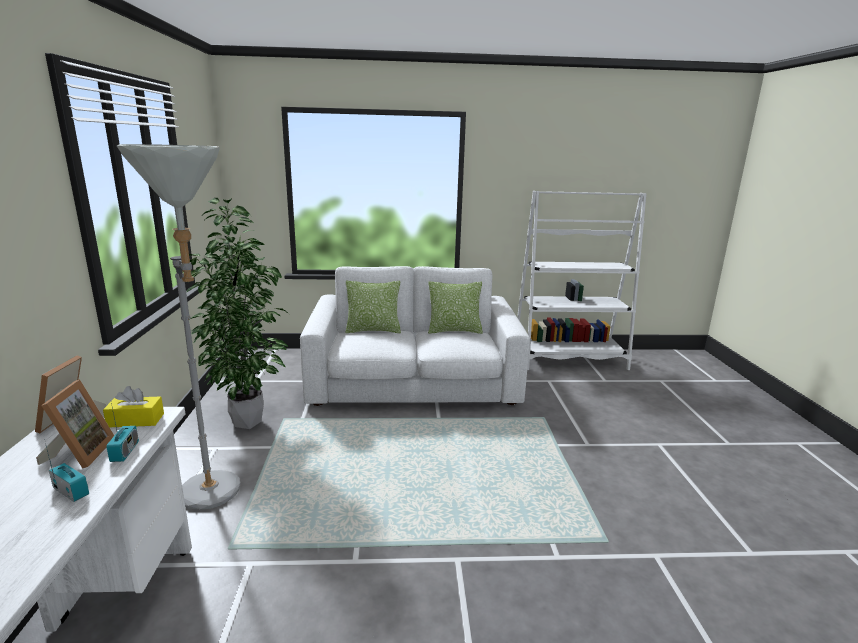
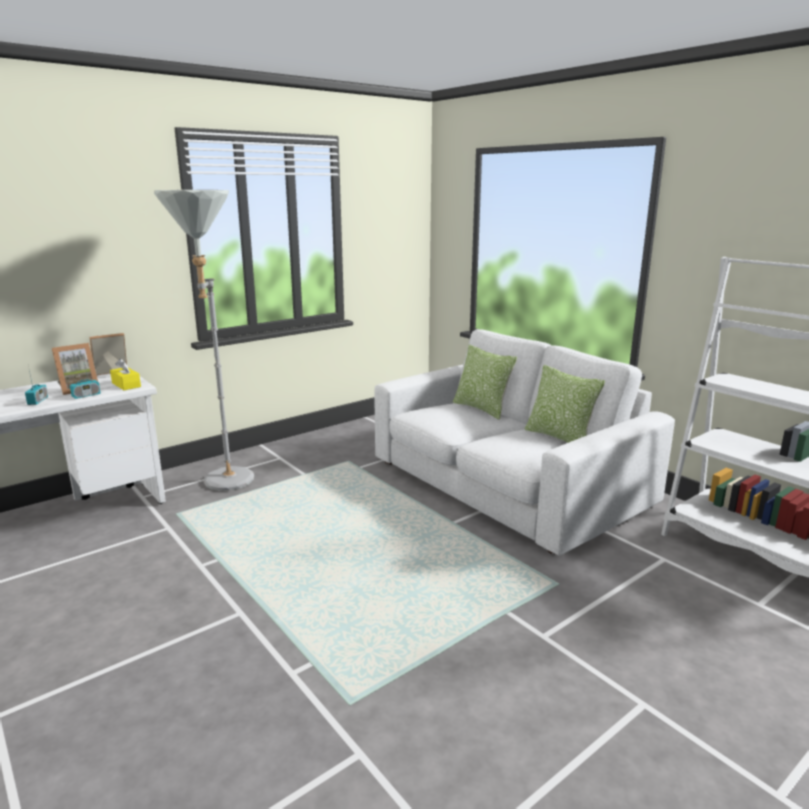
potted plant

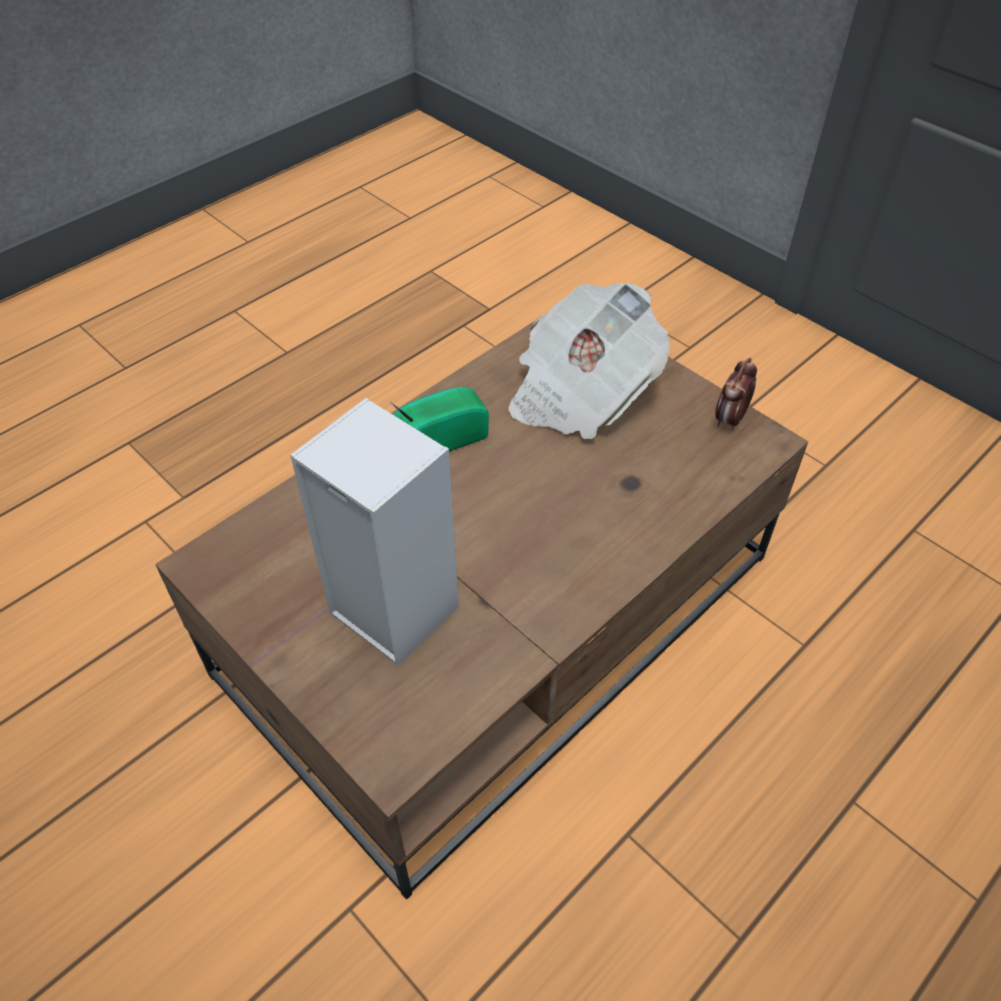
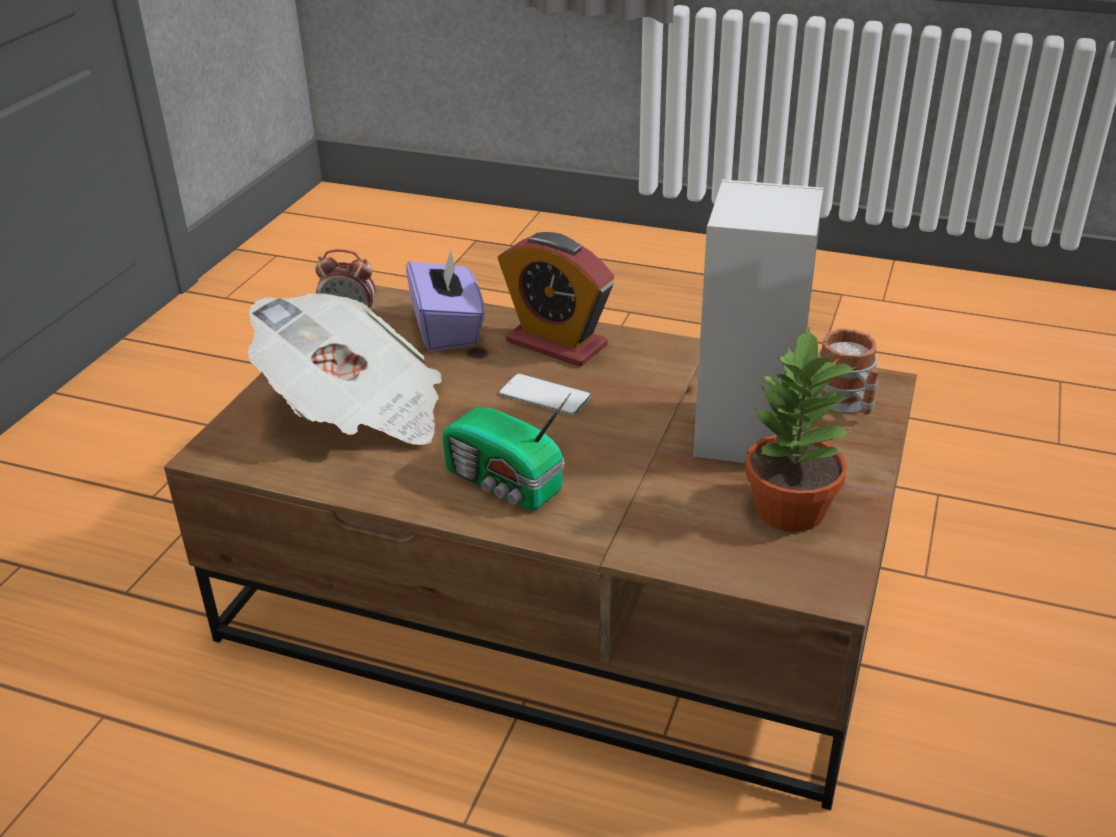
tissue box/purple-coloured
table clock (no. 2 from left)
phone
potted plant
coffee mug

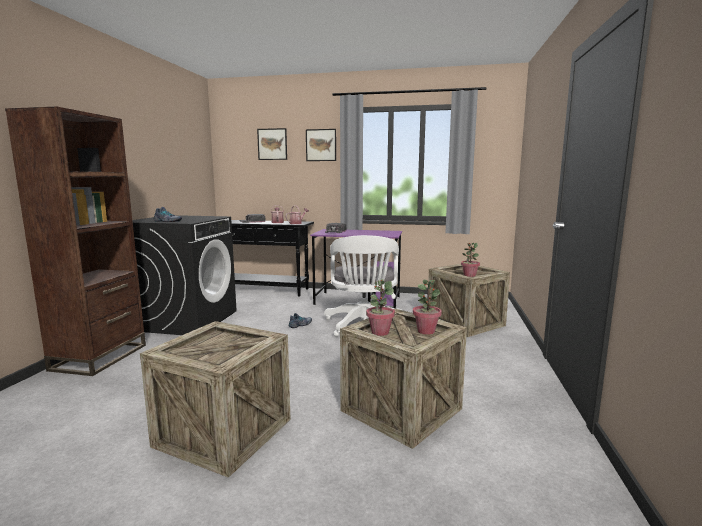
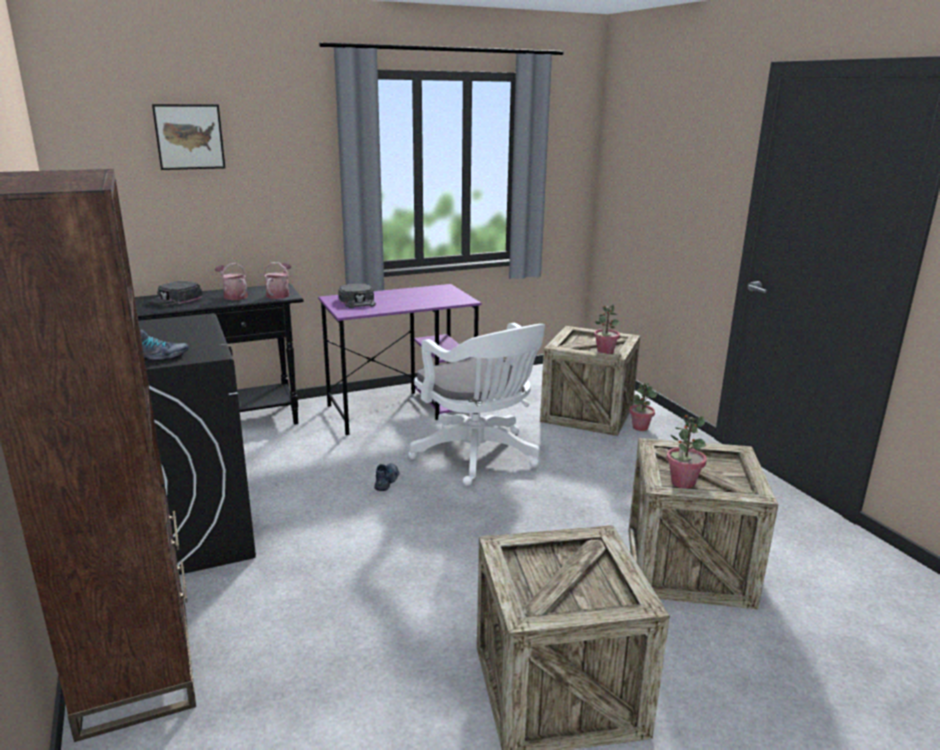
wall art (no. 2 from left in the first image)
potted plant (no. 2 from left)

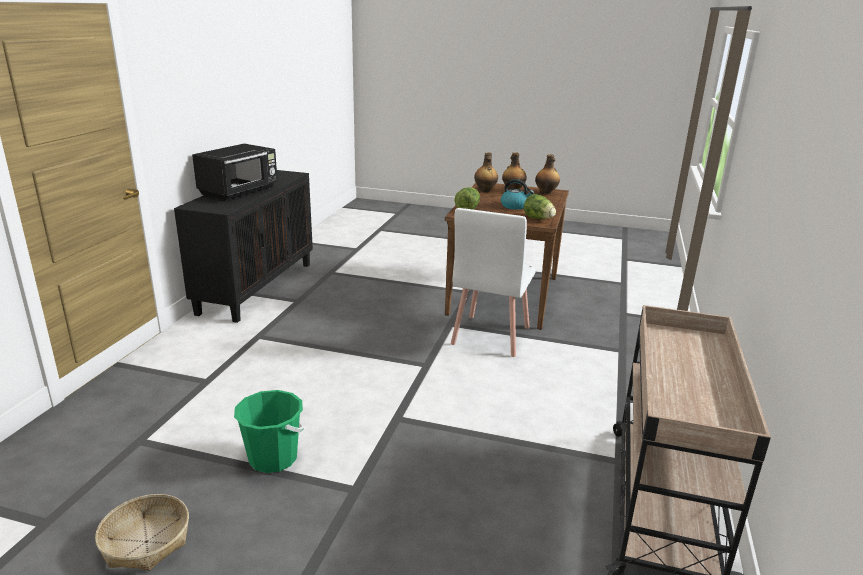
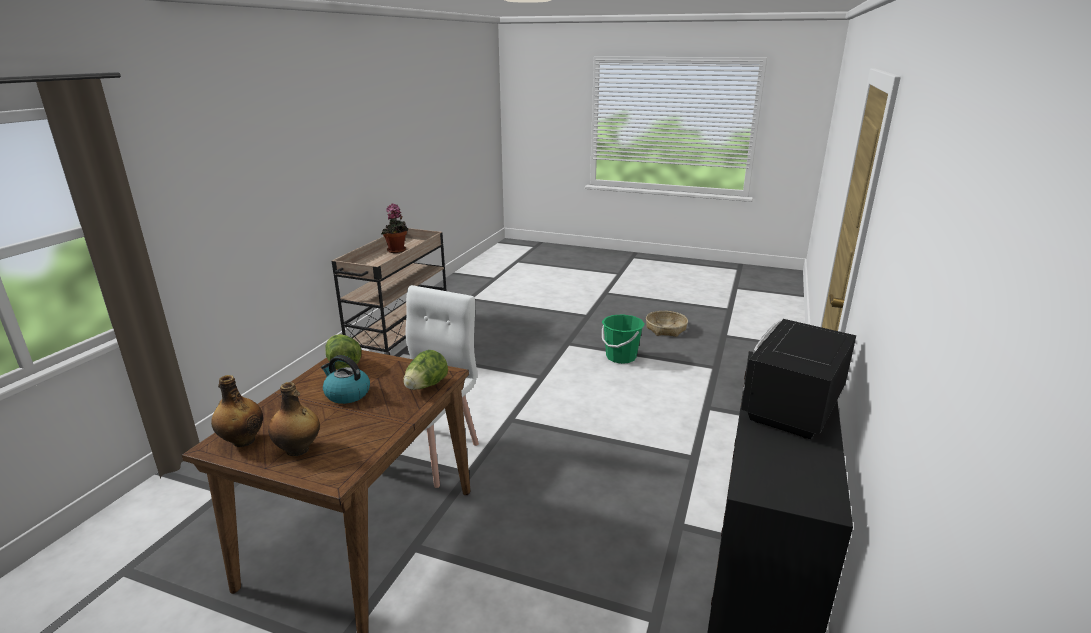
beverage bottle (no. 1 from left in the first image)
potted plant

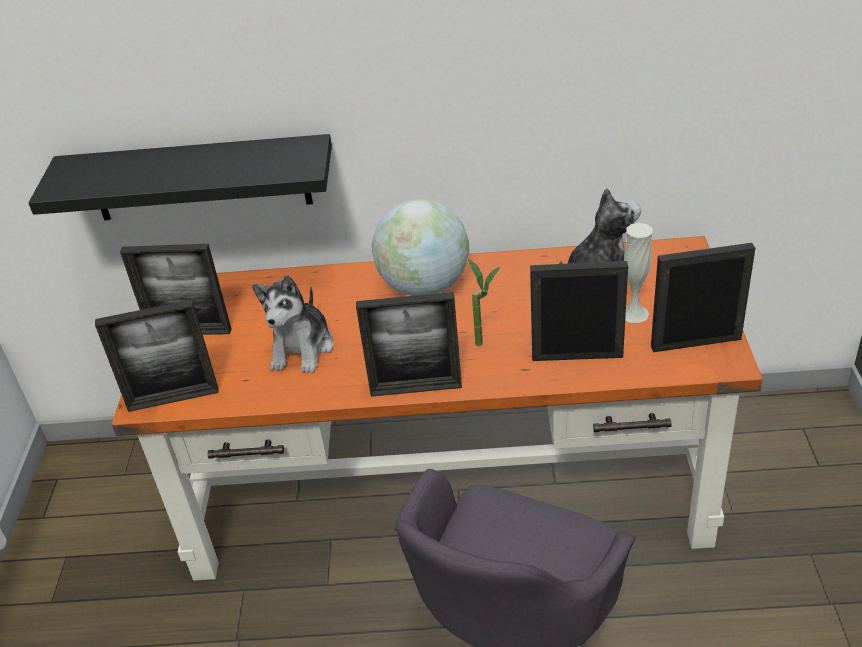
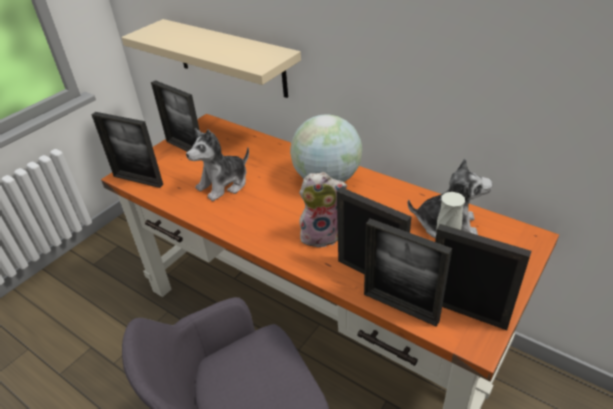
picture frame (no. 4 from left)
plush toy (no. 2 from left)
shelf/beige

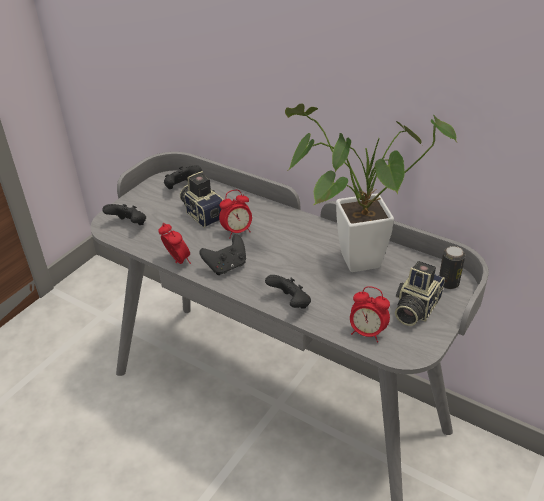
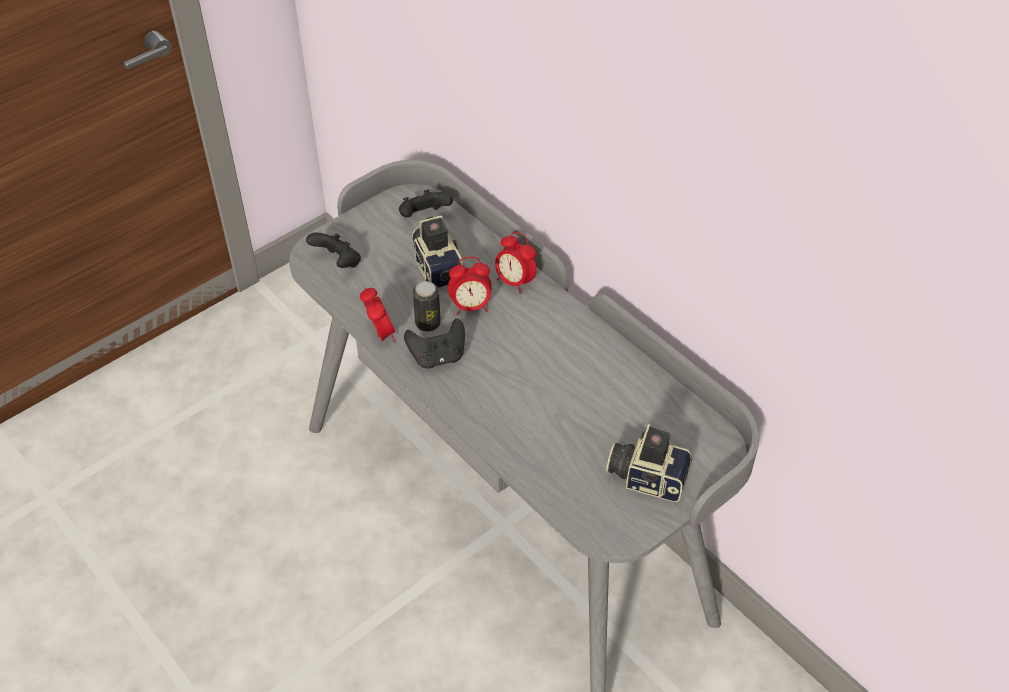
game controller/black-coloured (no. 4 from left in the first image)
potted plant
table clock (no. 3 from left)
can
still camera (no. 2 from left)

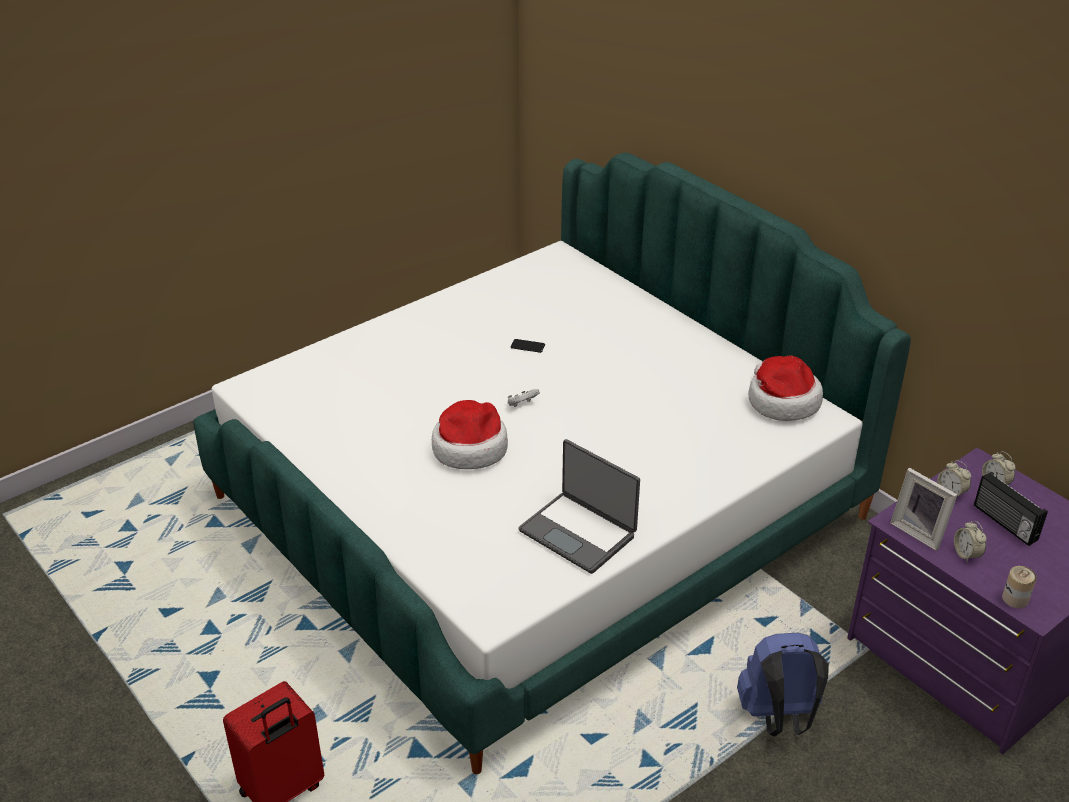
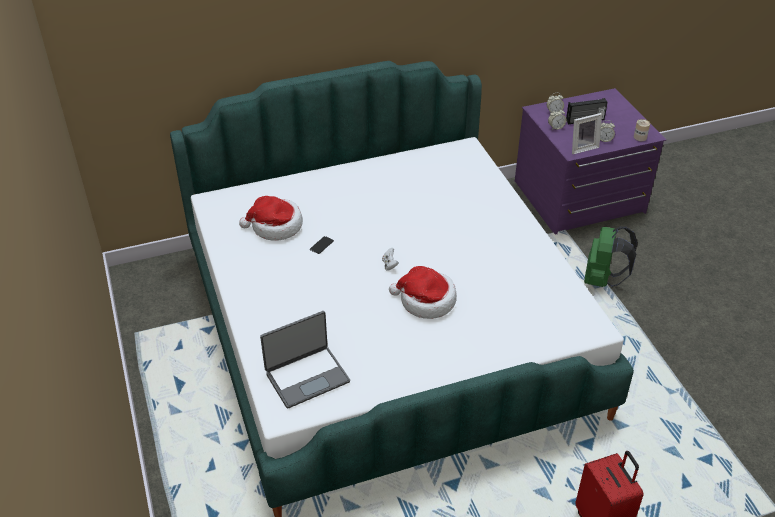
portable computer
clothing hat (no. 1 from left)
rucksack/greenish

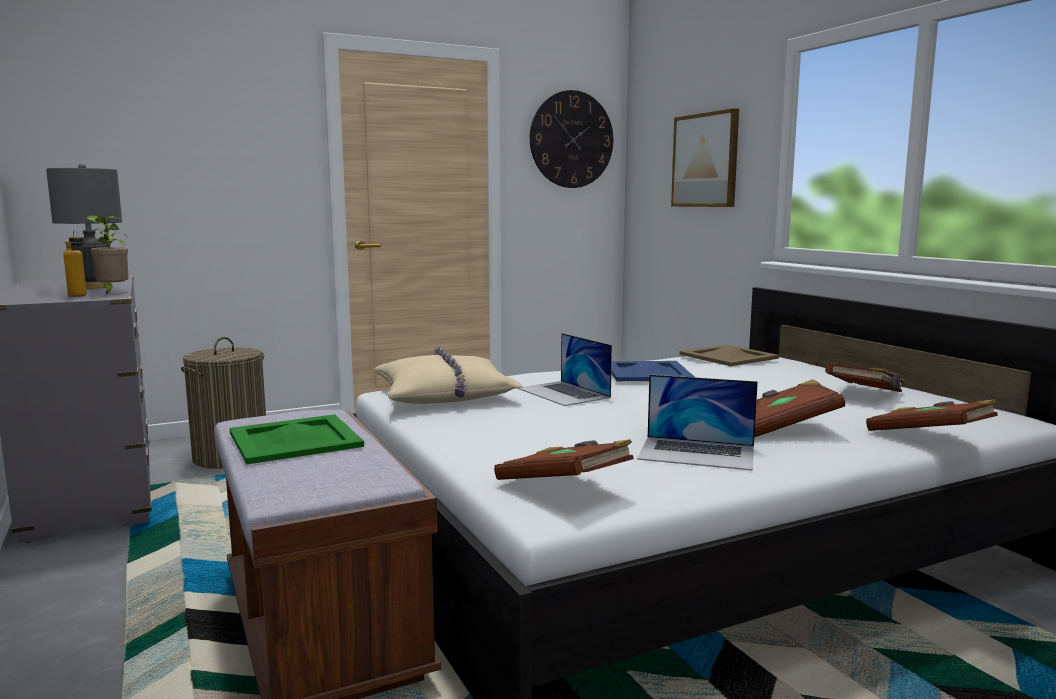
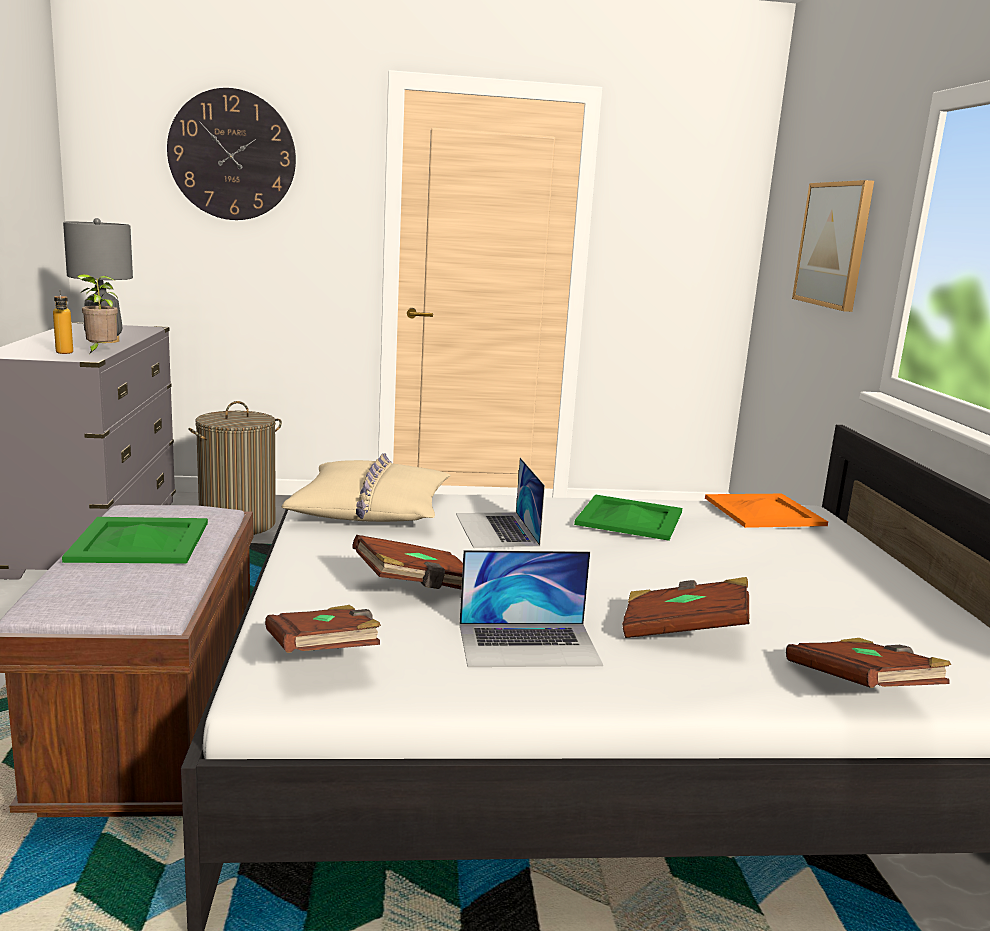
hanging clock
bound book/brown-coloured (no. 2 from left)
serving tray/greenish (no. 2 from left)
serving tray/orange
portable computer (no. 2 from left)

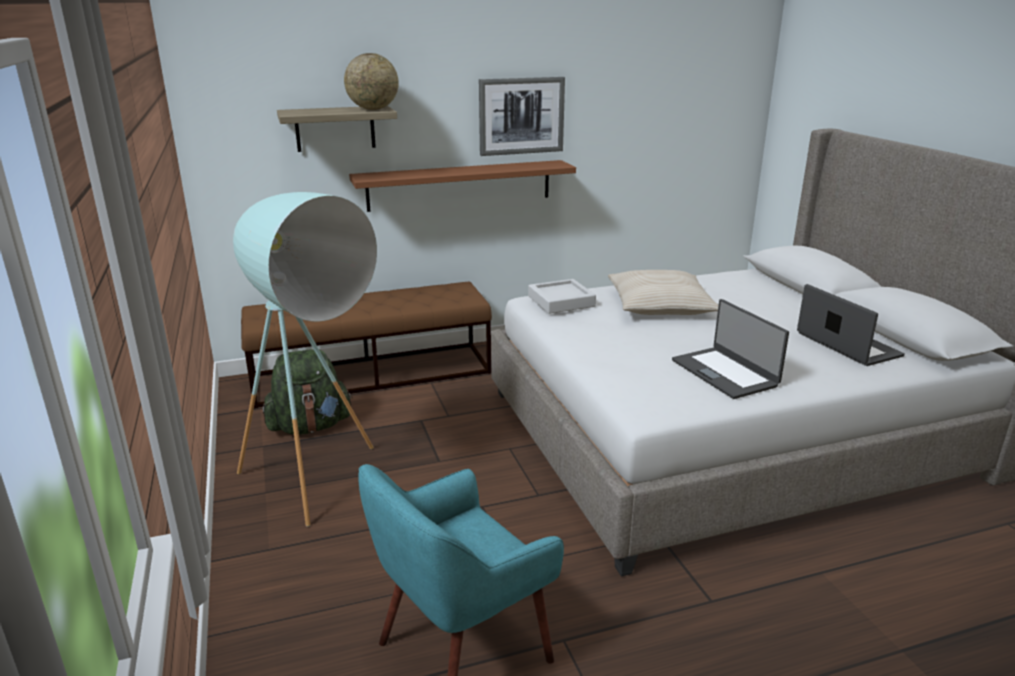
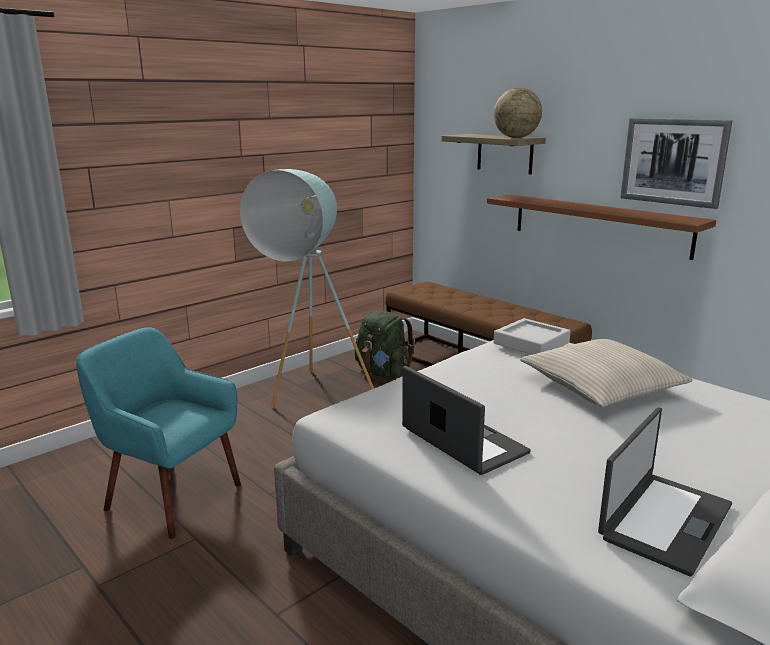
portable computer (no. 1 from left)

